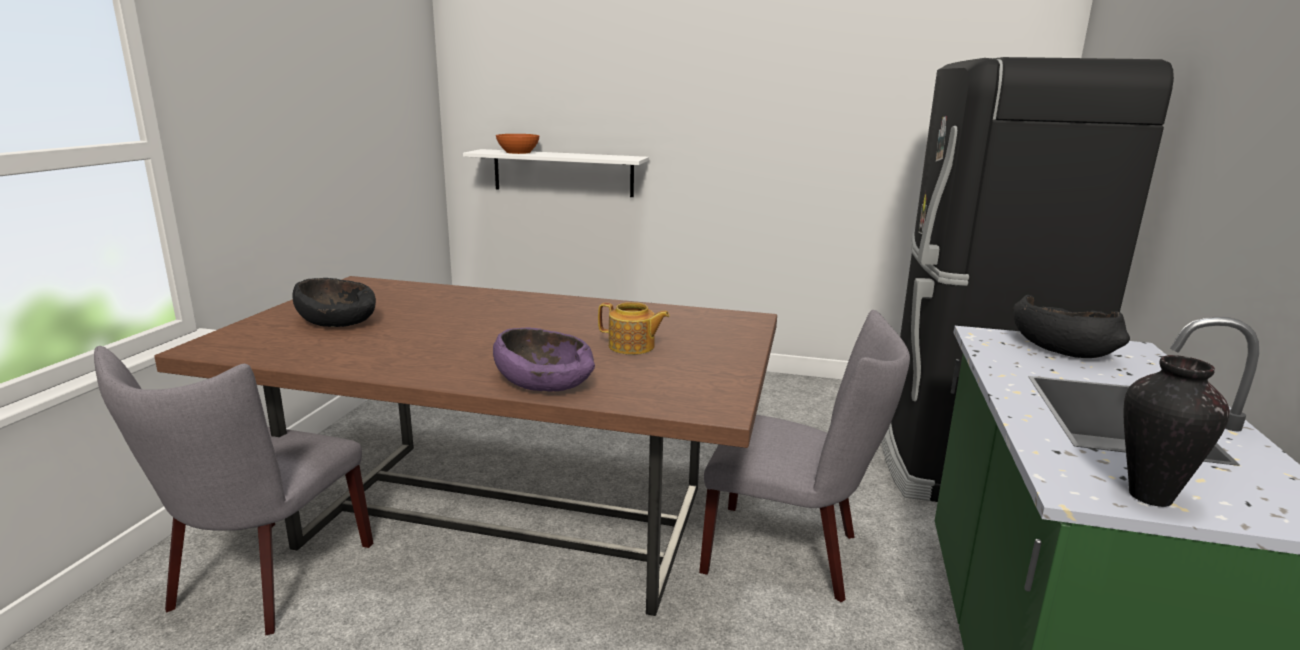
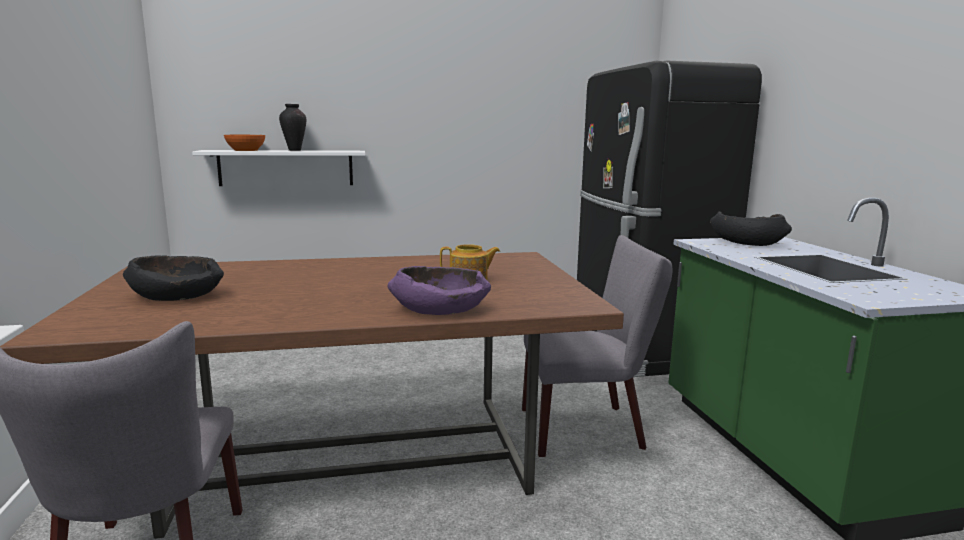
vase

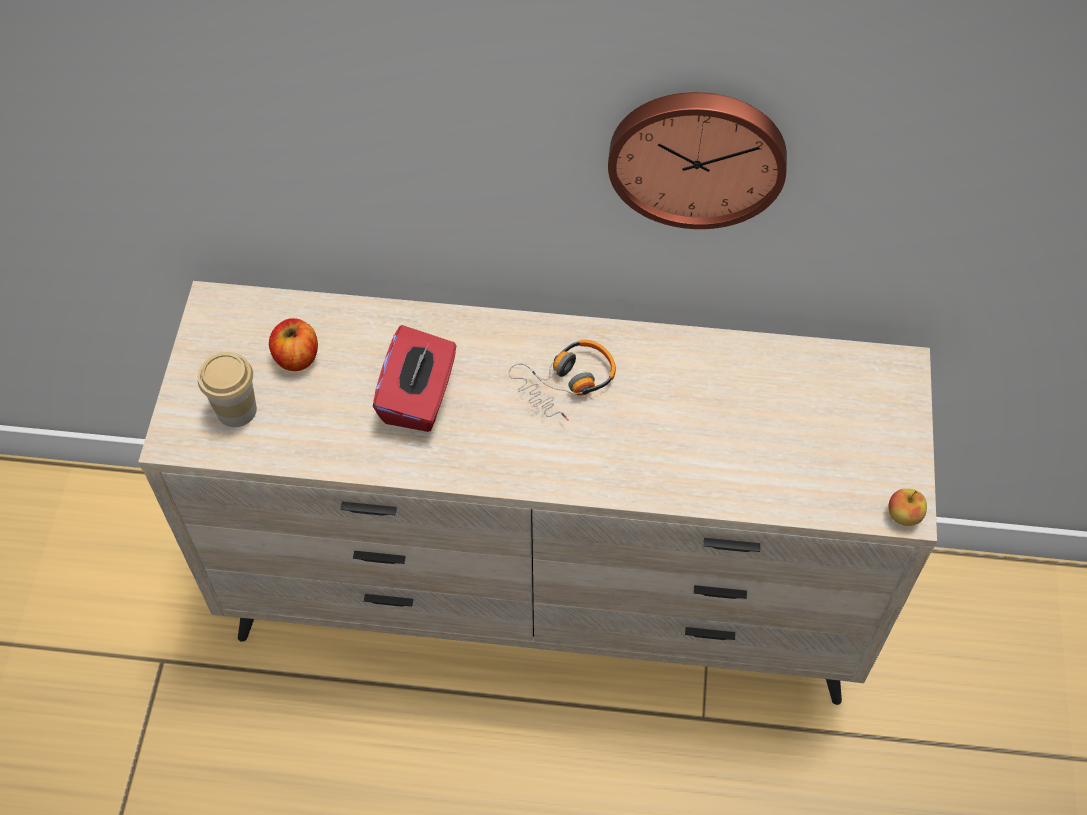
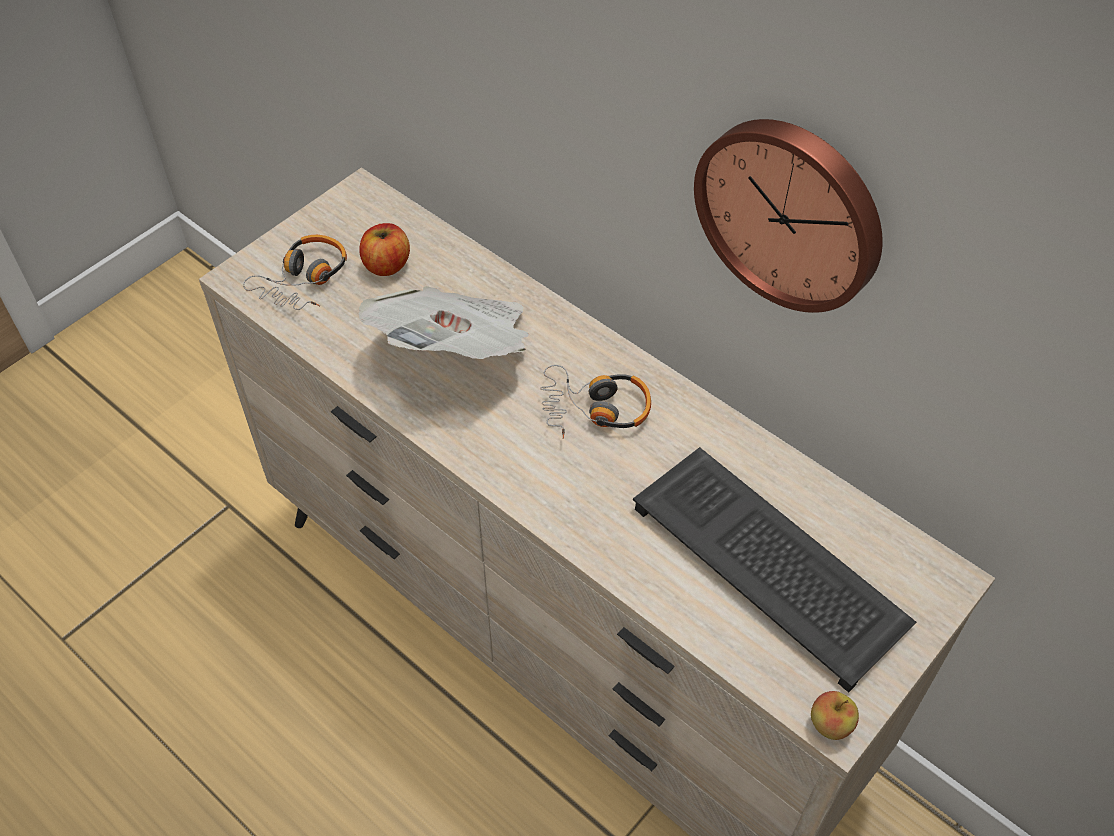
PC keyboard
pair of headphones (no. 1 from left)
newspaper

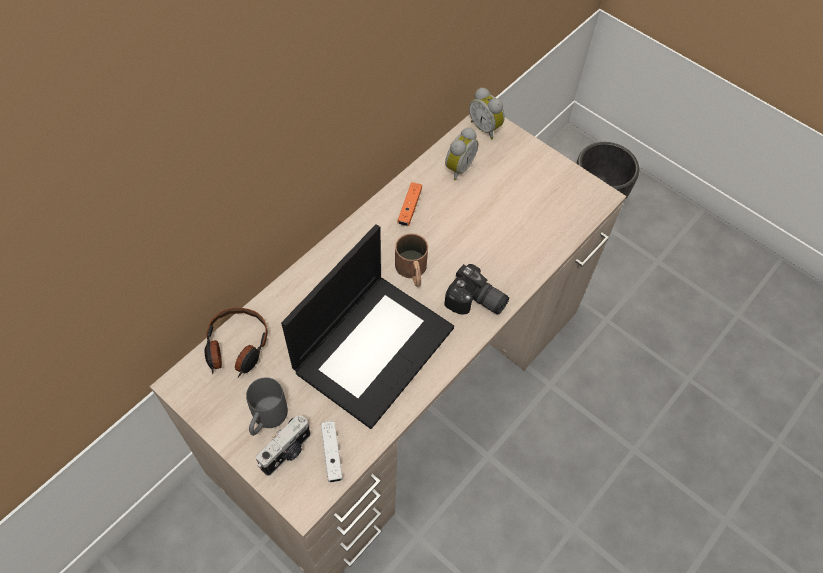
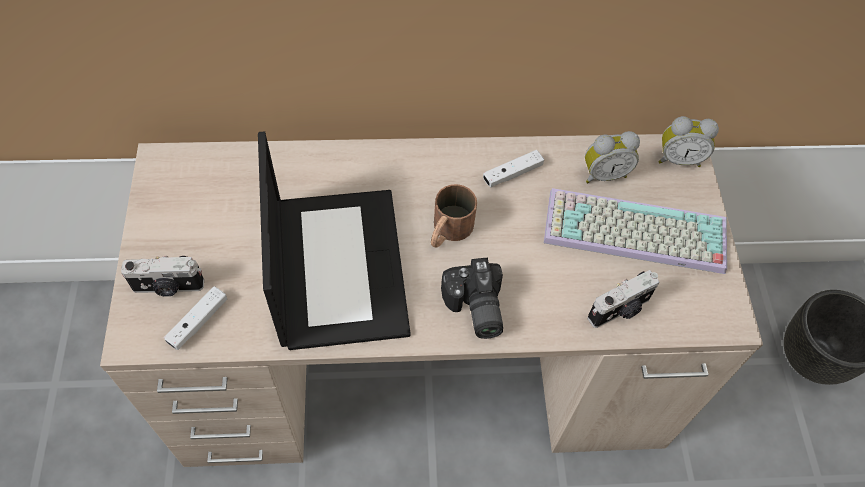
pair of headphones
coffee mug/greyish
PC keyboard
still camera (no. 3 from left)
game controller/white (no. 2 from left)
portable computer
table clock (no. 2 from left)

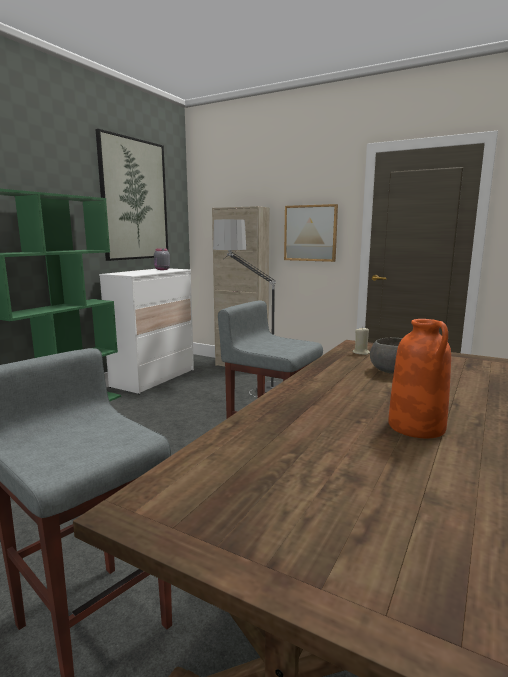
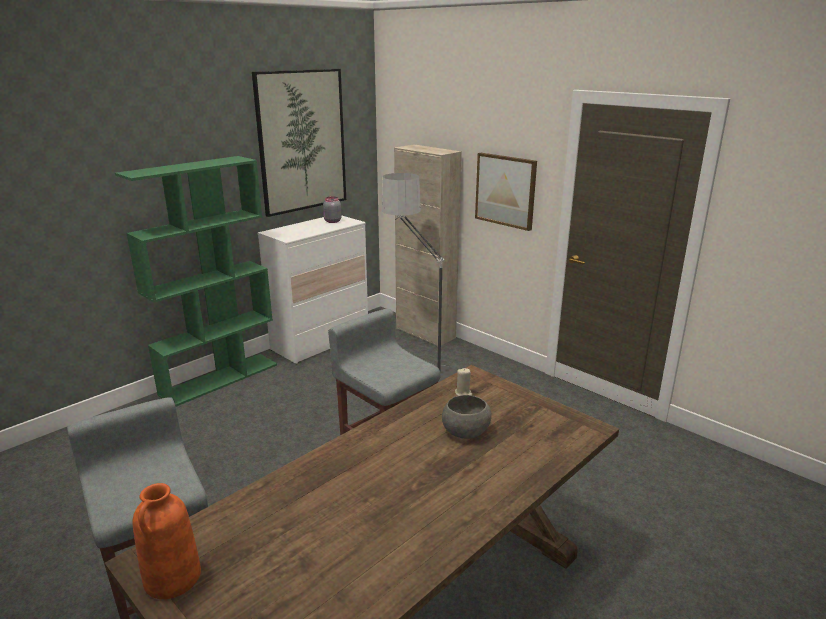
vase/orange

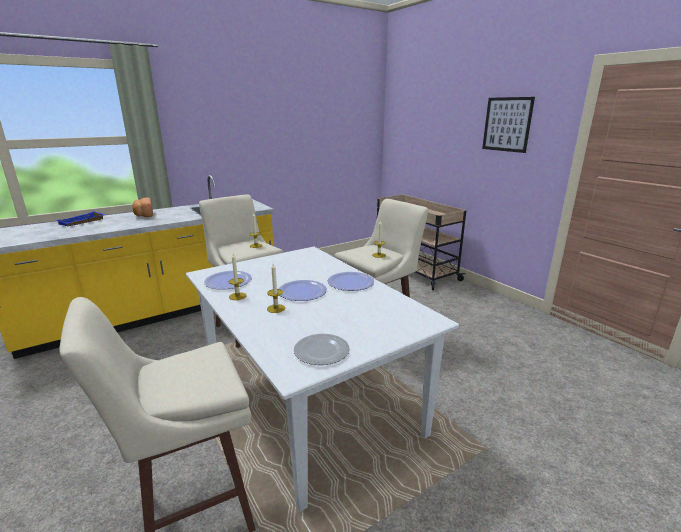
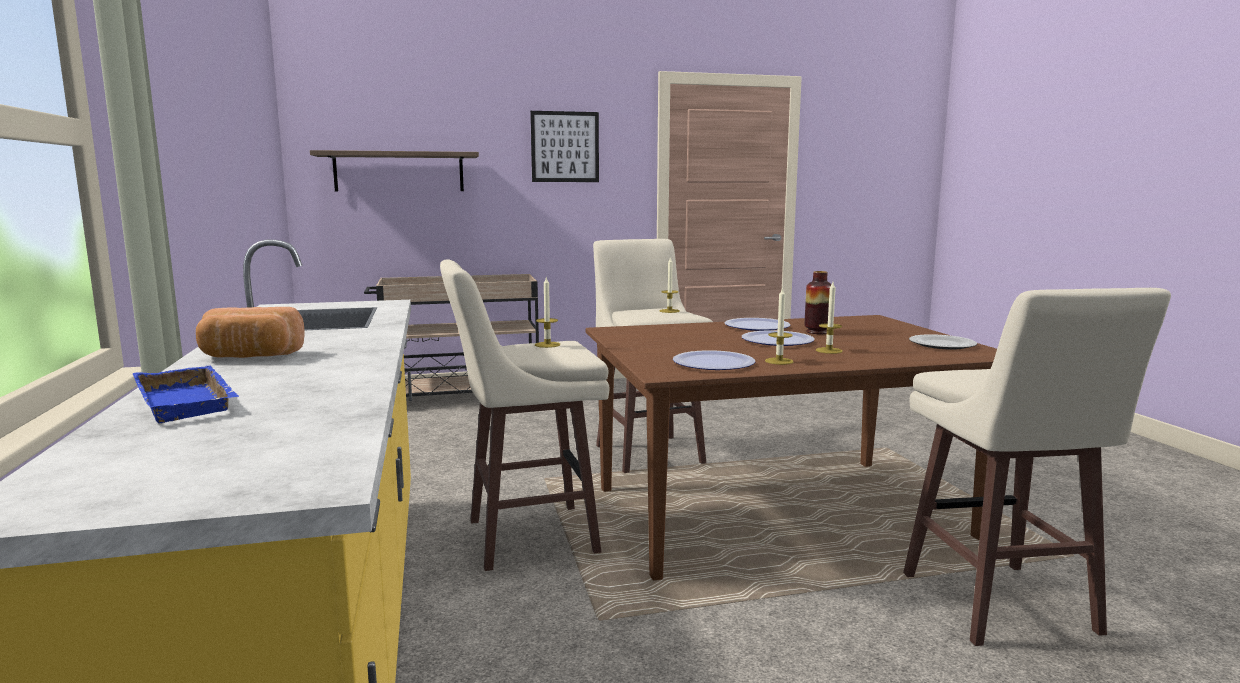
shelf
vase
kitchen table/brown-coloured

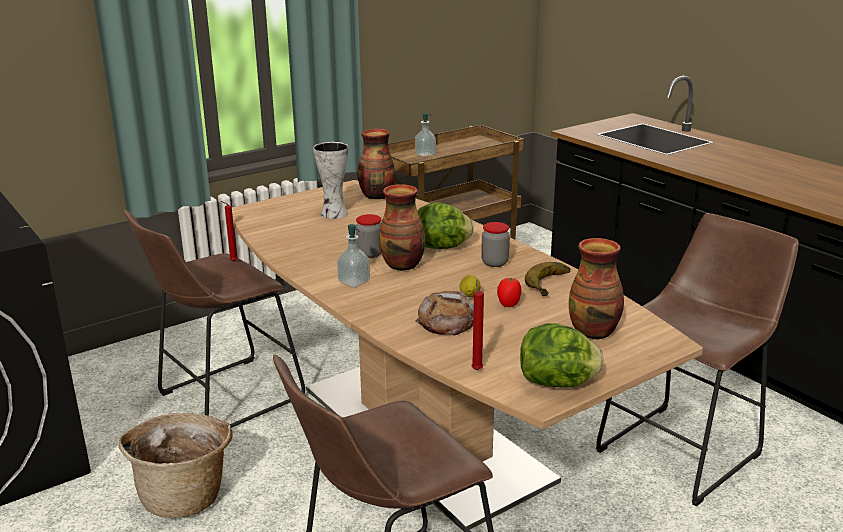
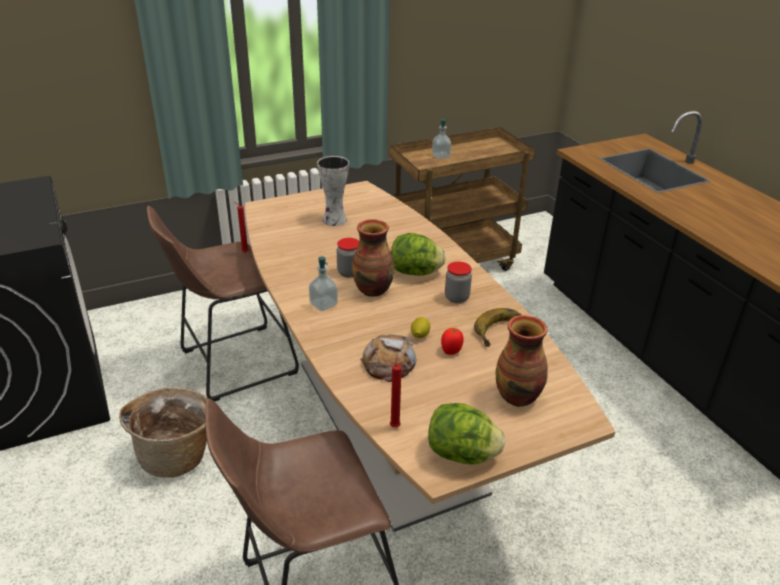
vase (no. 2 from left in the first image)
stool/brown-coloured (no. 3 from left in the first image)

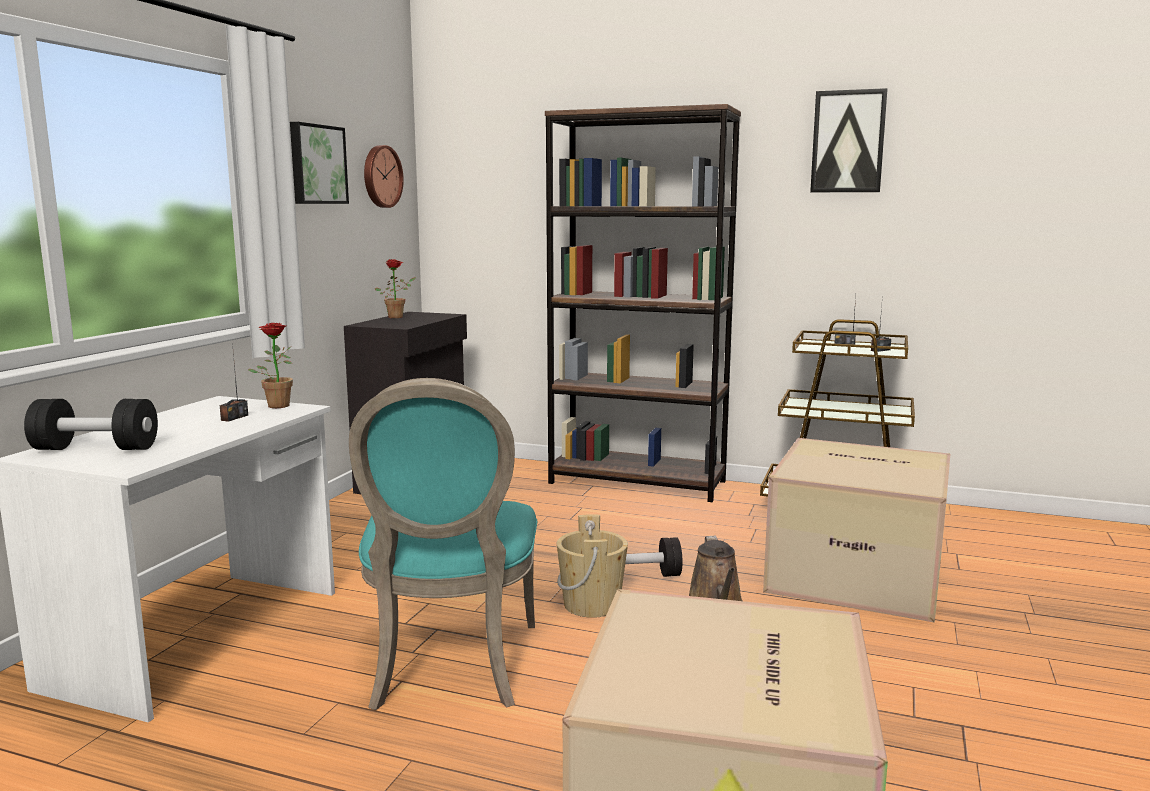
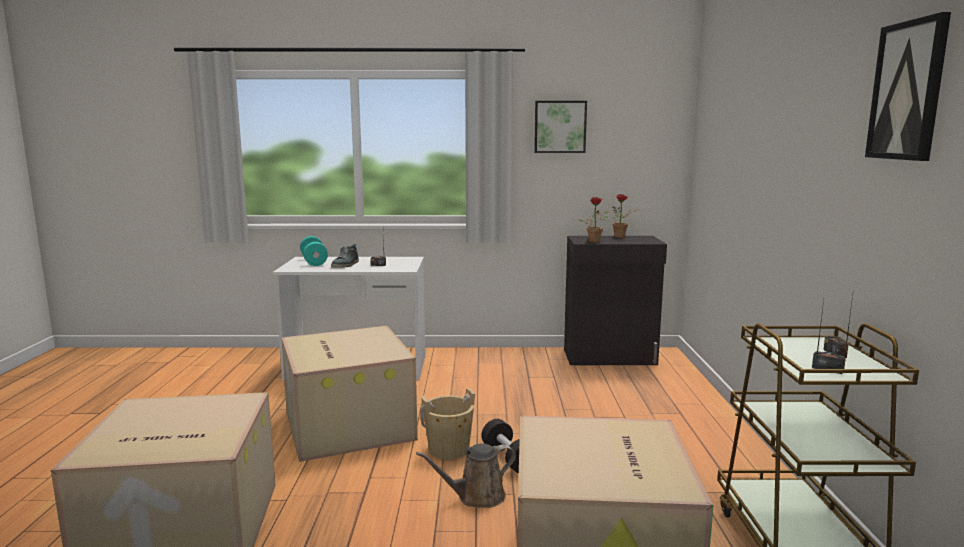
hanging clock
bookshelf/brown-coloured
shoe
potted plant (no. 1 from left)
packing box (no. 2 from left)
free weight/turquoise

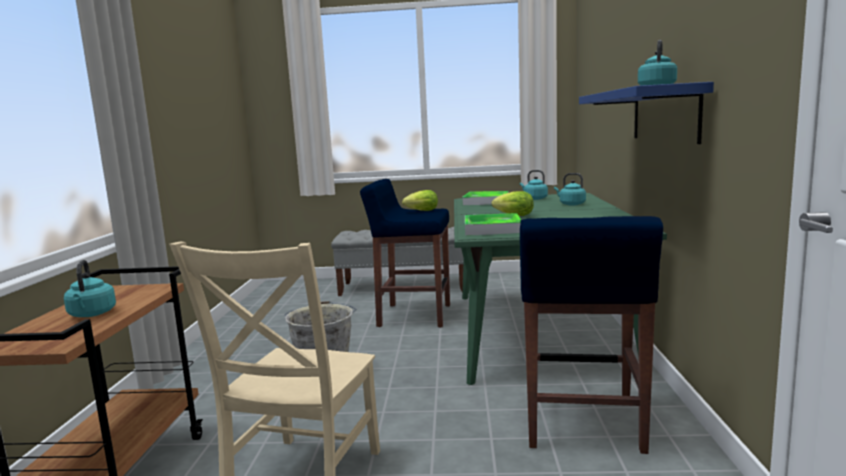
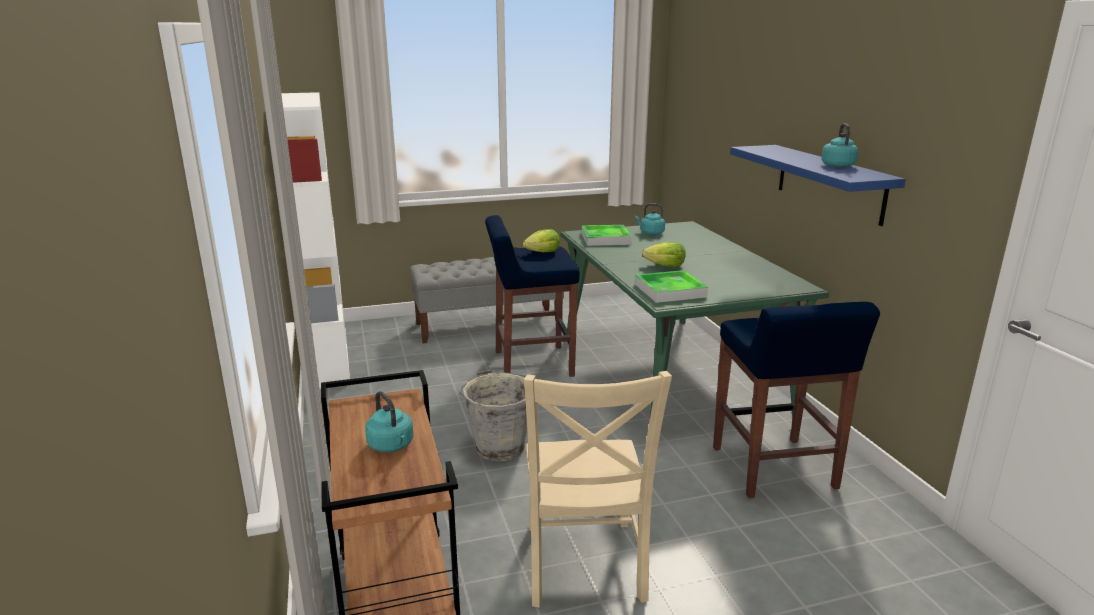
kettle/turquoise (no. 3 from left in the first image)
bookshelf/white

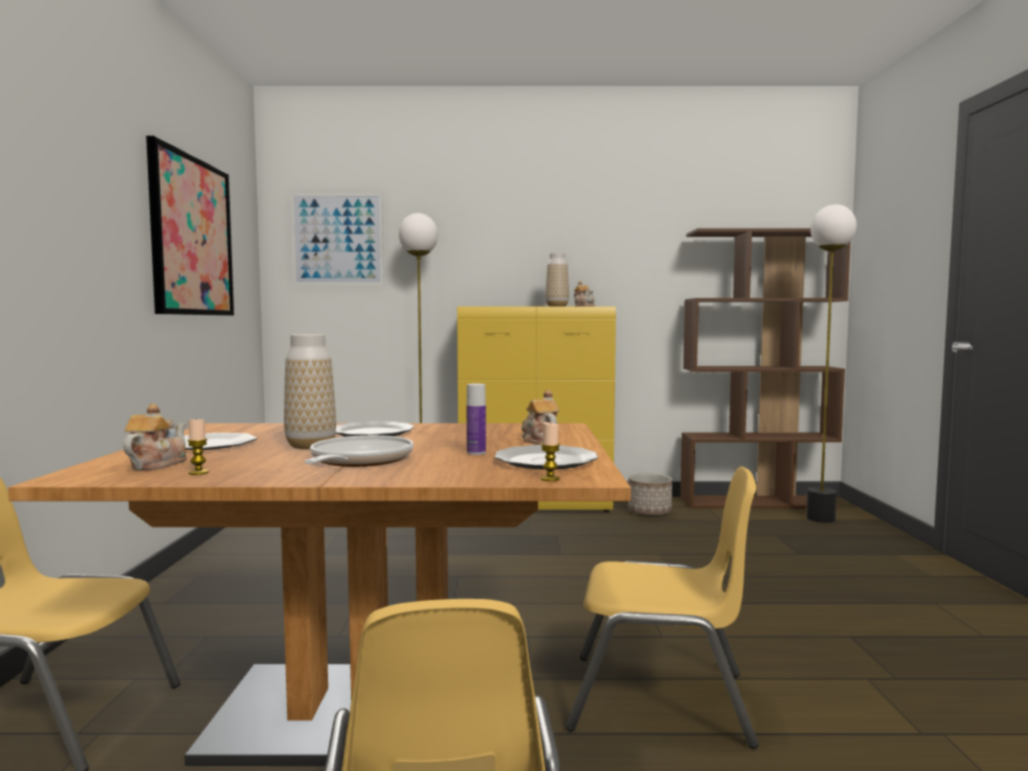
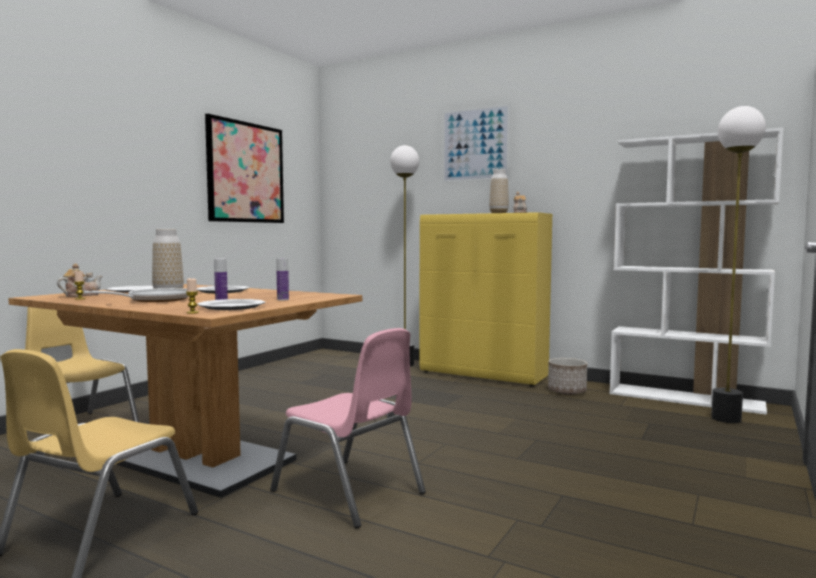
wall art (no. 2 from left)
beverage bottle (no. 2 from left)
chair/pink-coloured
bookshelf/white

